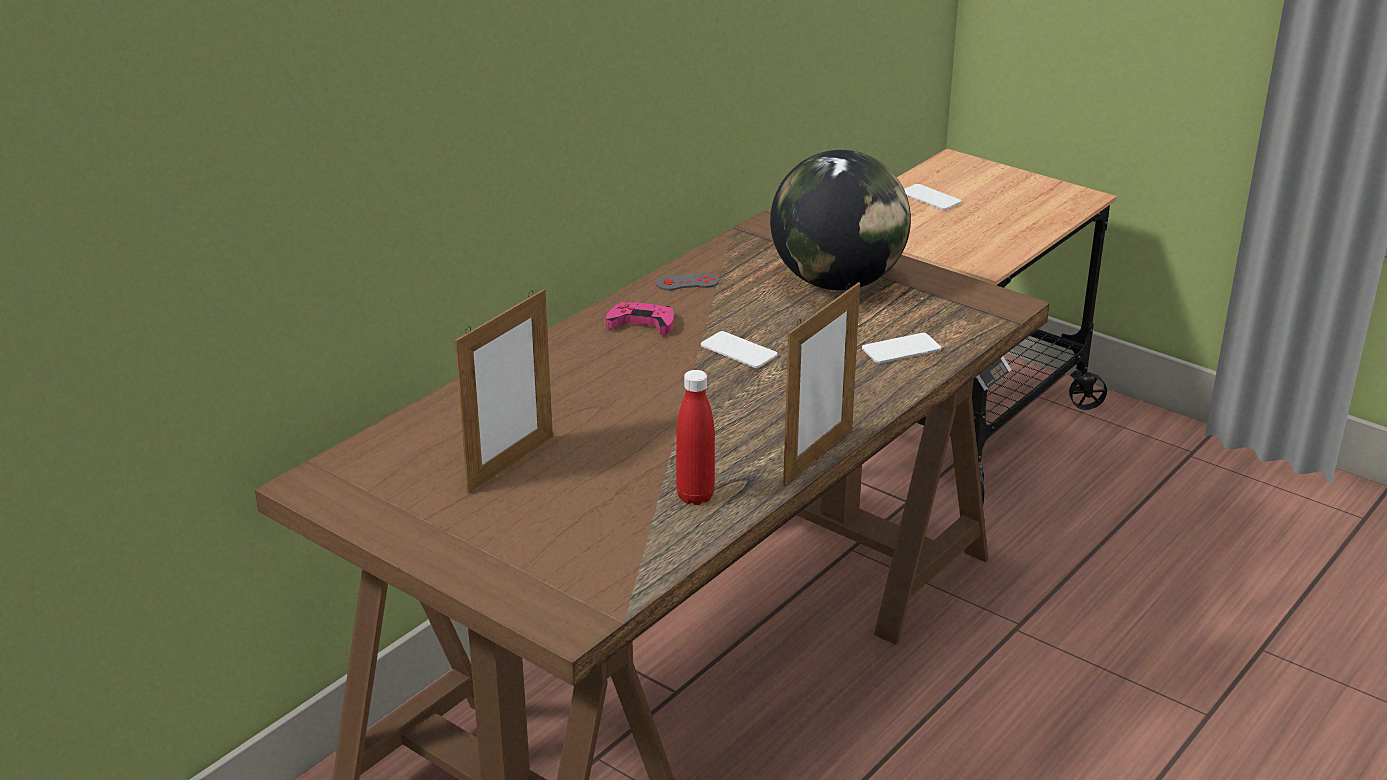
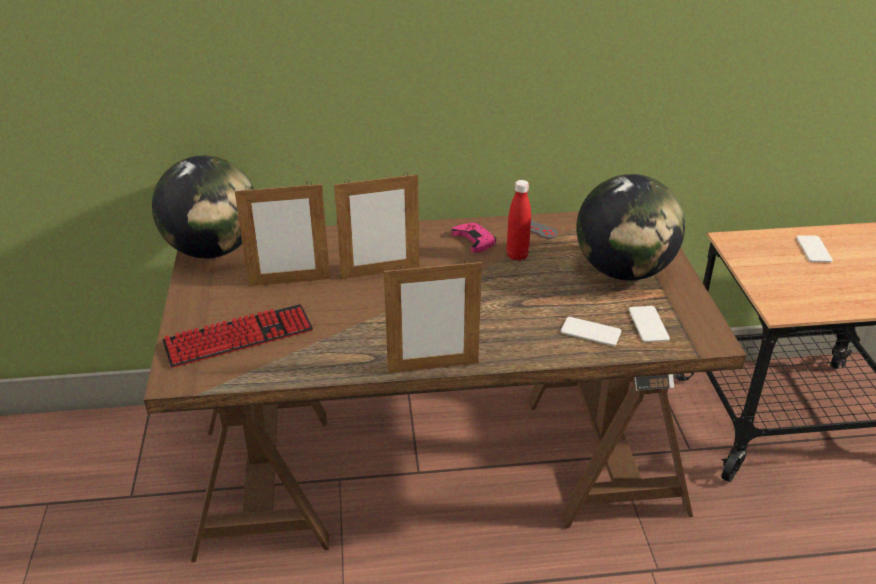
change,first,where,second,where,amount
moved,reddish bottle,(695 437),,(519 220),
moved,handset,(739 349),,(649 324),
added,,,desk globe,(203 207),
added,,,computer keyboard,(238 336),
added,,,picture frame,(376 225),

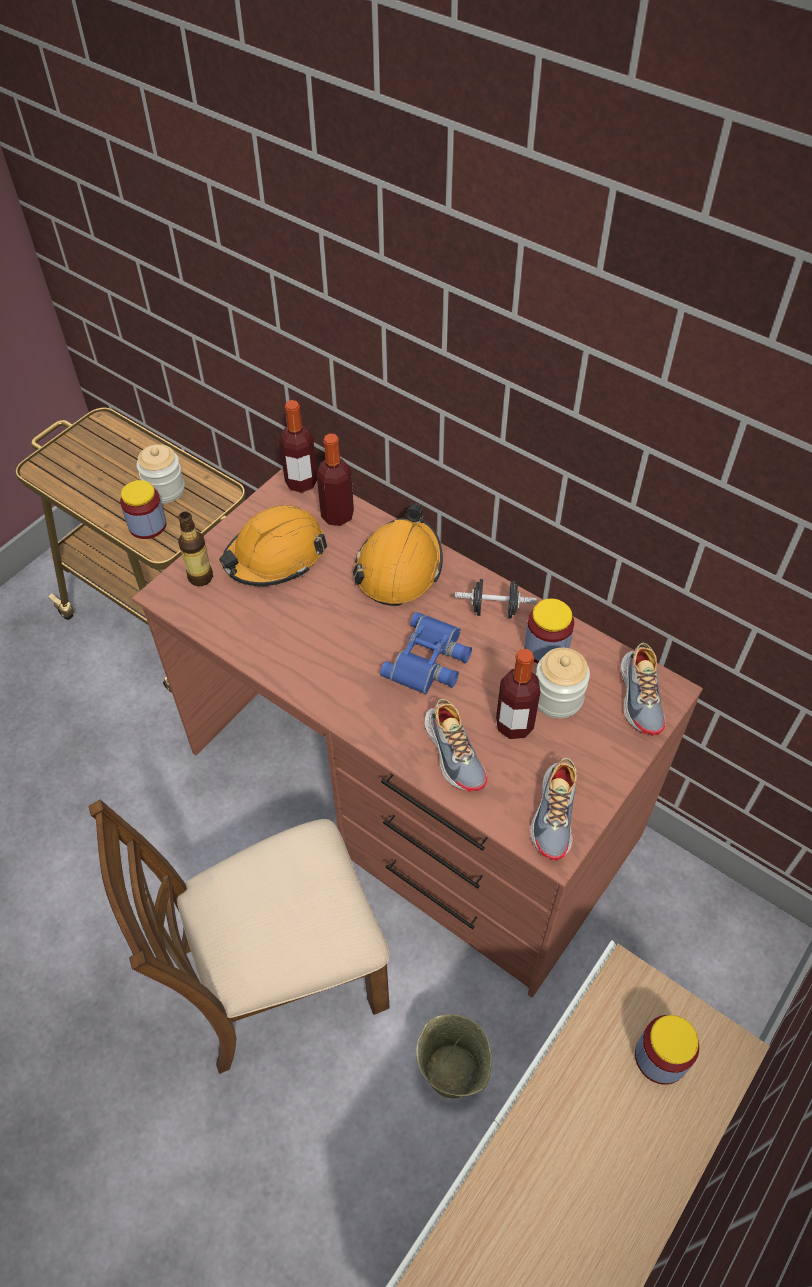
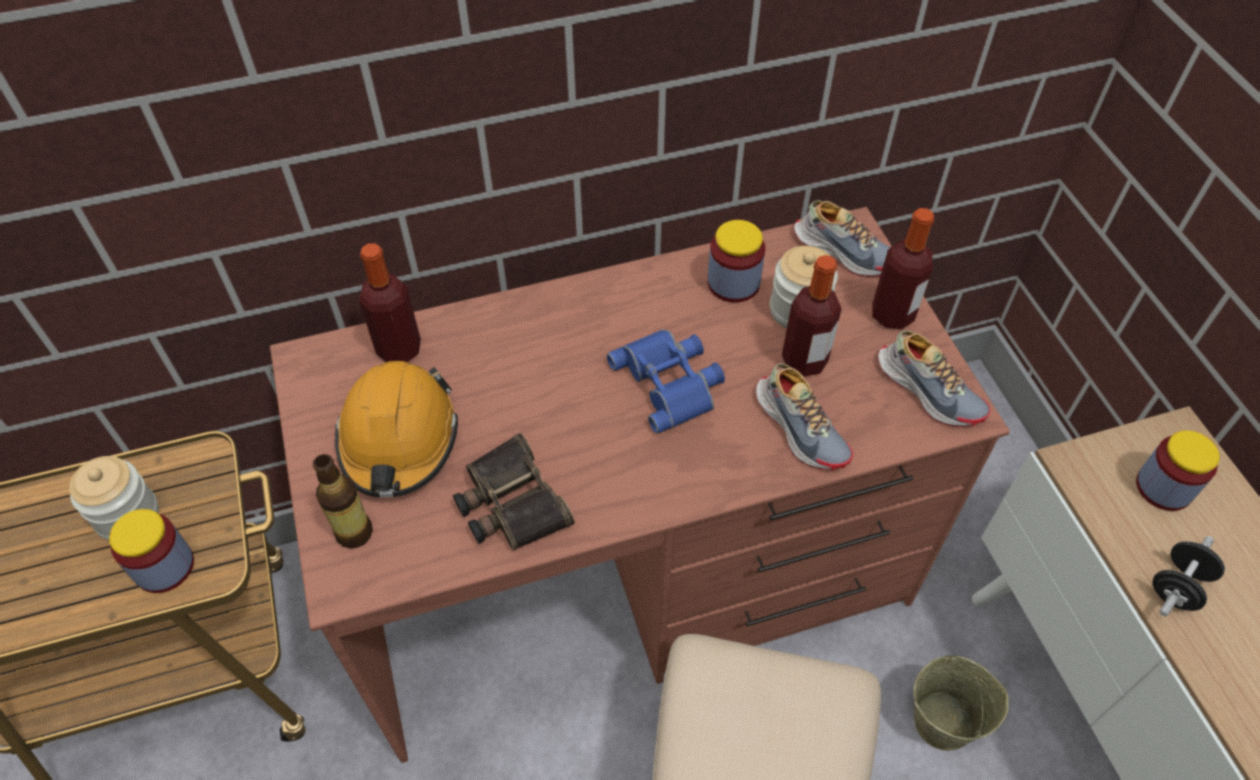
change,first,where,second,where,amount
moved,bottle,(298 446),,(903 269),
removed,orangey safety helmet,(398 554),,,
turned,shoe,(455 745),,(804 417),45 degrees clockwise
moved,black-coloured dumbbell,(496 598),,(1188 576),
added,,,field glasses,(514 492),

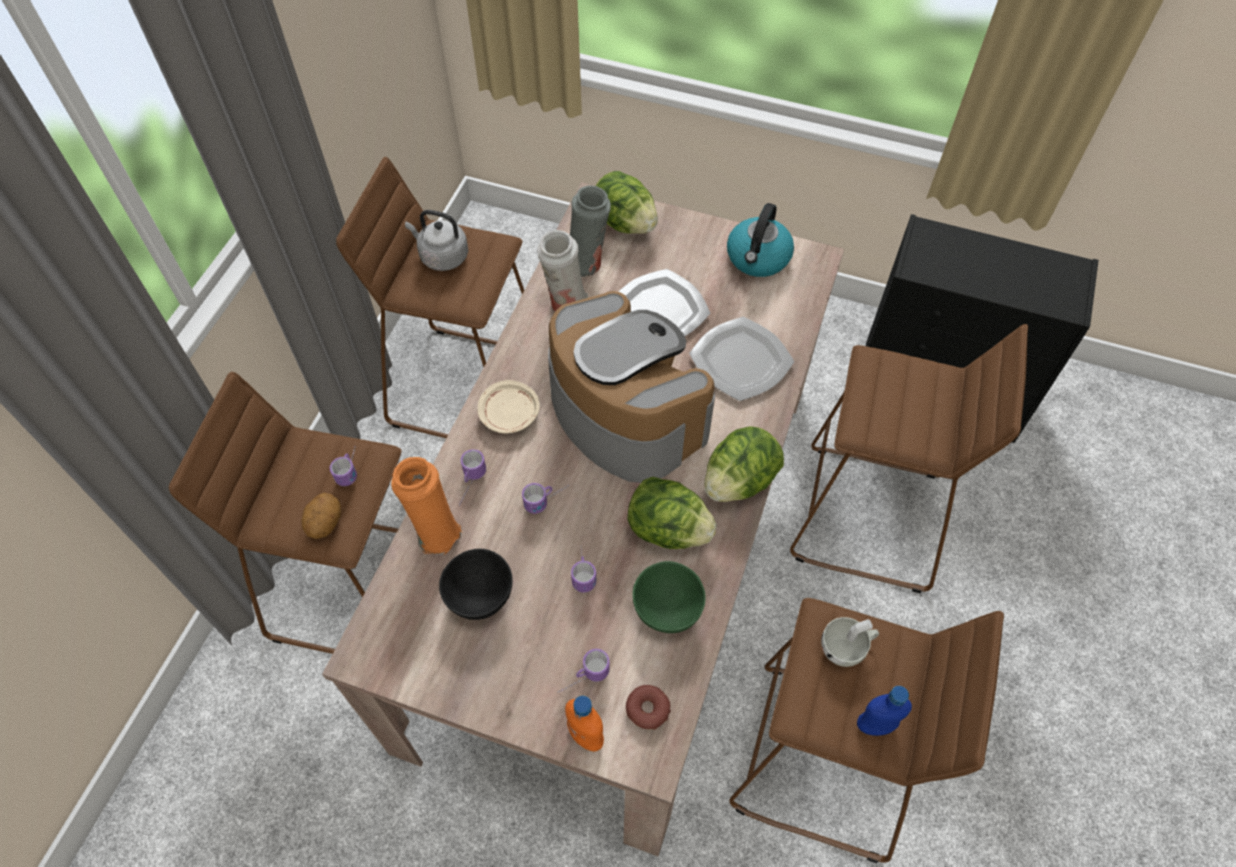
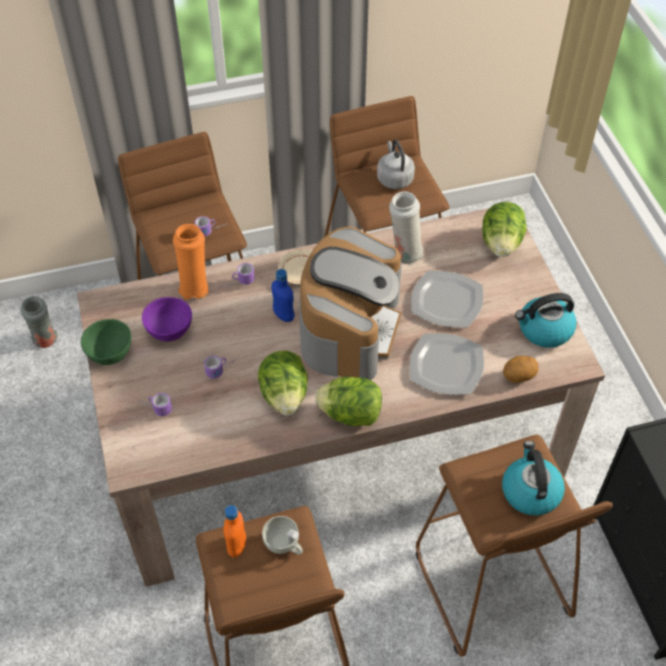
change,first,where,second,where,amount
moved,spud,(321 516),,(521 369),
recoloured,black-coloured serving bowl,(476 584),purplish serving bowl,(167 319),
removed,mug,(545 498),,,
moved,orangey bottle,(584 723),,(235 531),
moved,gray vase,(590 231),,(39 322),
removed,doughnut,(648 707),,,
moved,greenish serving bowl,(668 597),,(106 342),
moved,blue bottle,(884 711),,(283 295),
added,,,tea kettle,(533 478),

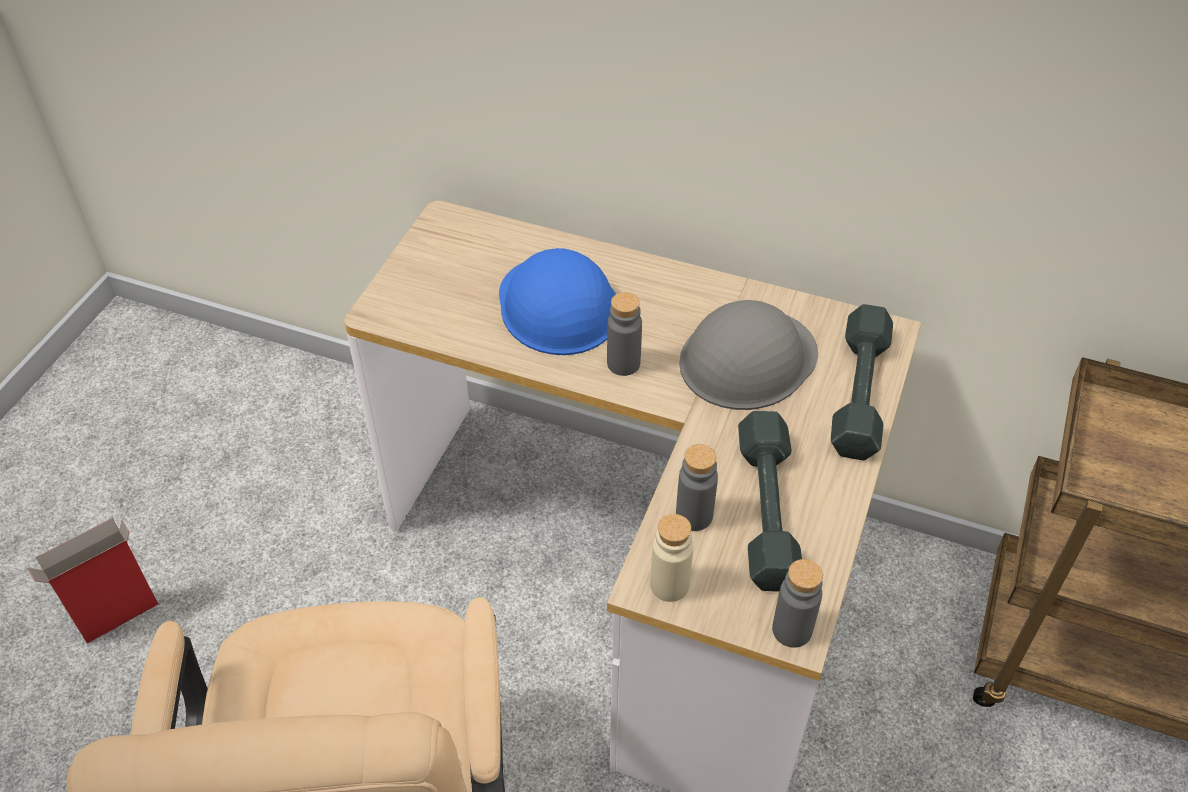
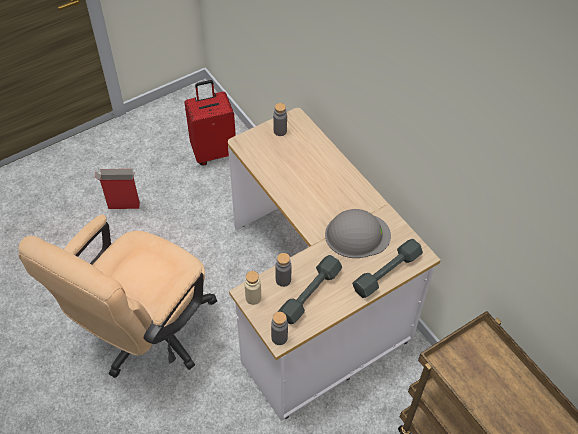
change,first,where,second,where,amount
removed,blue safety helmet,(557 301),,,
moved,gray bottle,(624 334),,(280 119),
added,,,reddish suitcase,(210 123),

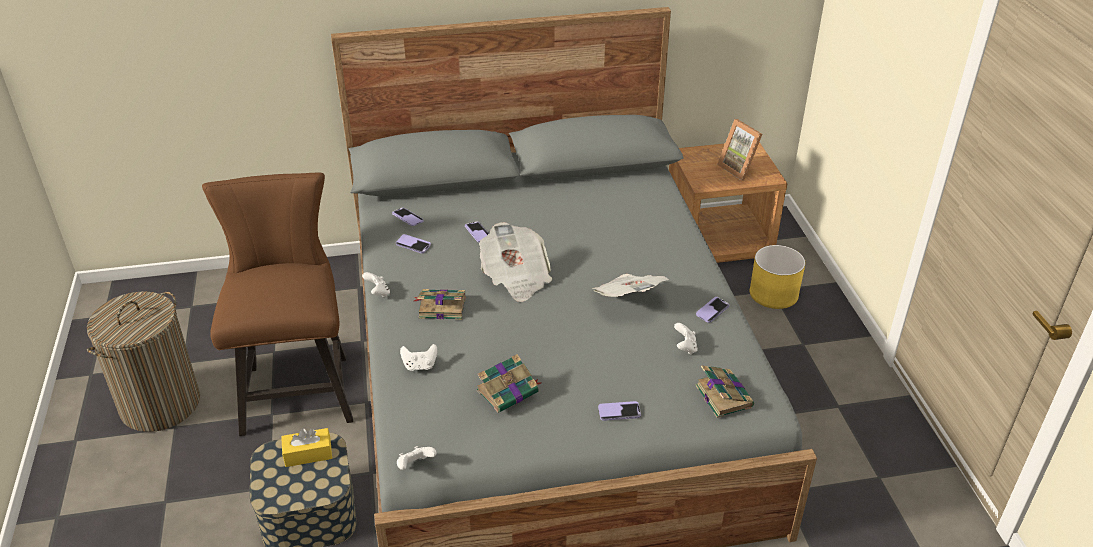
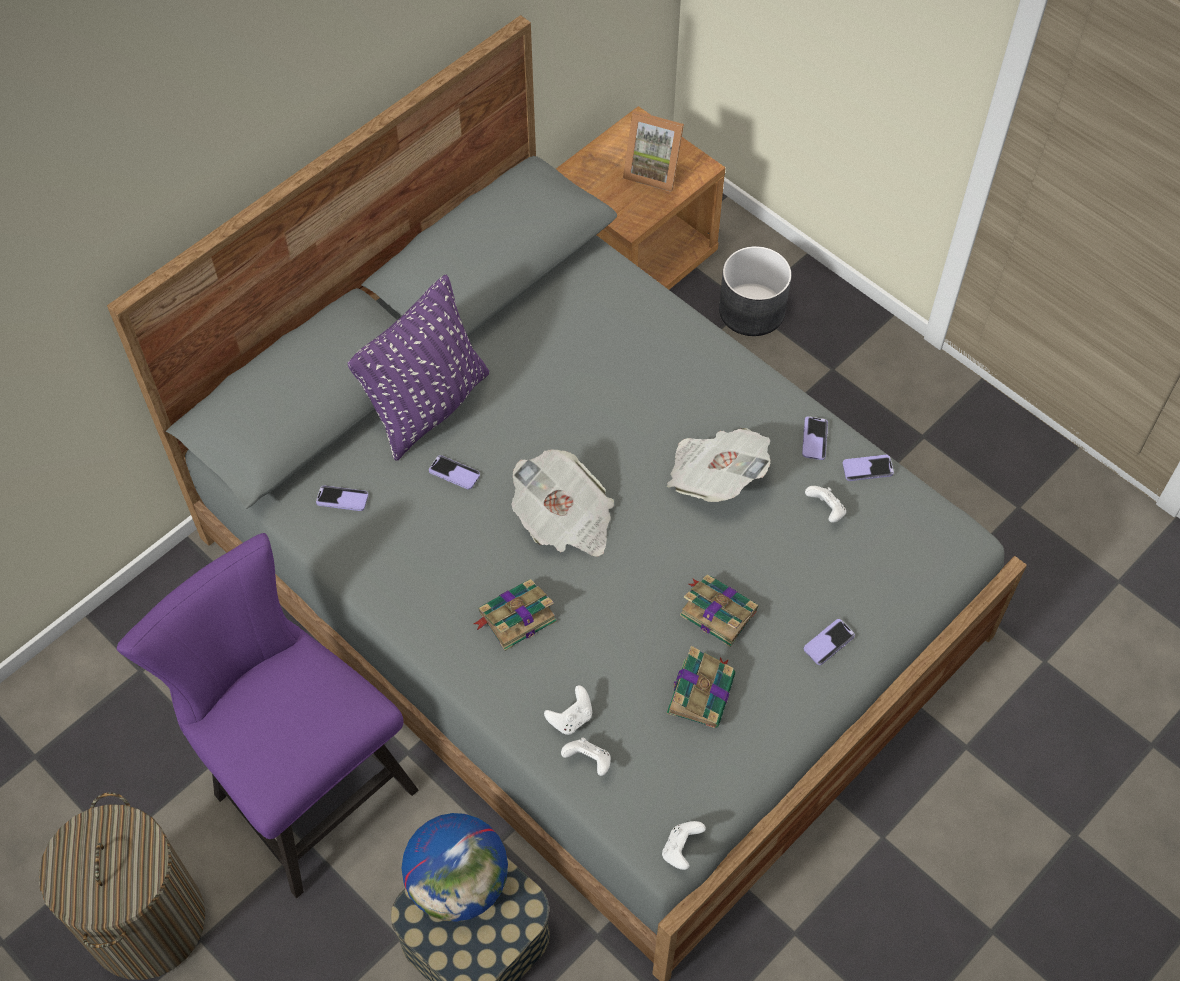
change,first,where,second,where,amount
recoloured,brownish upright chair,(277 304),purplish upright chair,(267 715),
replaced,yellow-coloured box of tissues,(306 447),desk globe,(455 867),
moved,white-coloured gamepad,(376 284),,(586 756),
moved,handset,(413 243),,(868 468),
moved,book,(724 391),,(719 610),
recoloured,yellow-coloured flower pot,(777 277),gray flower pot,(755 291),
added,,,purplish pillow,(418 368),

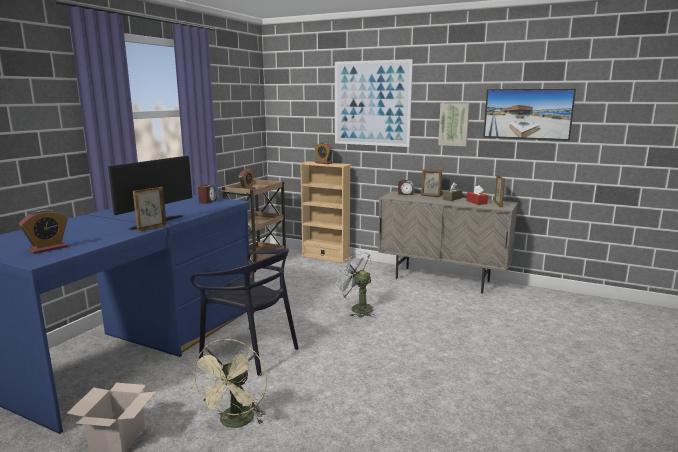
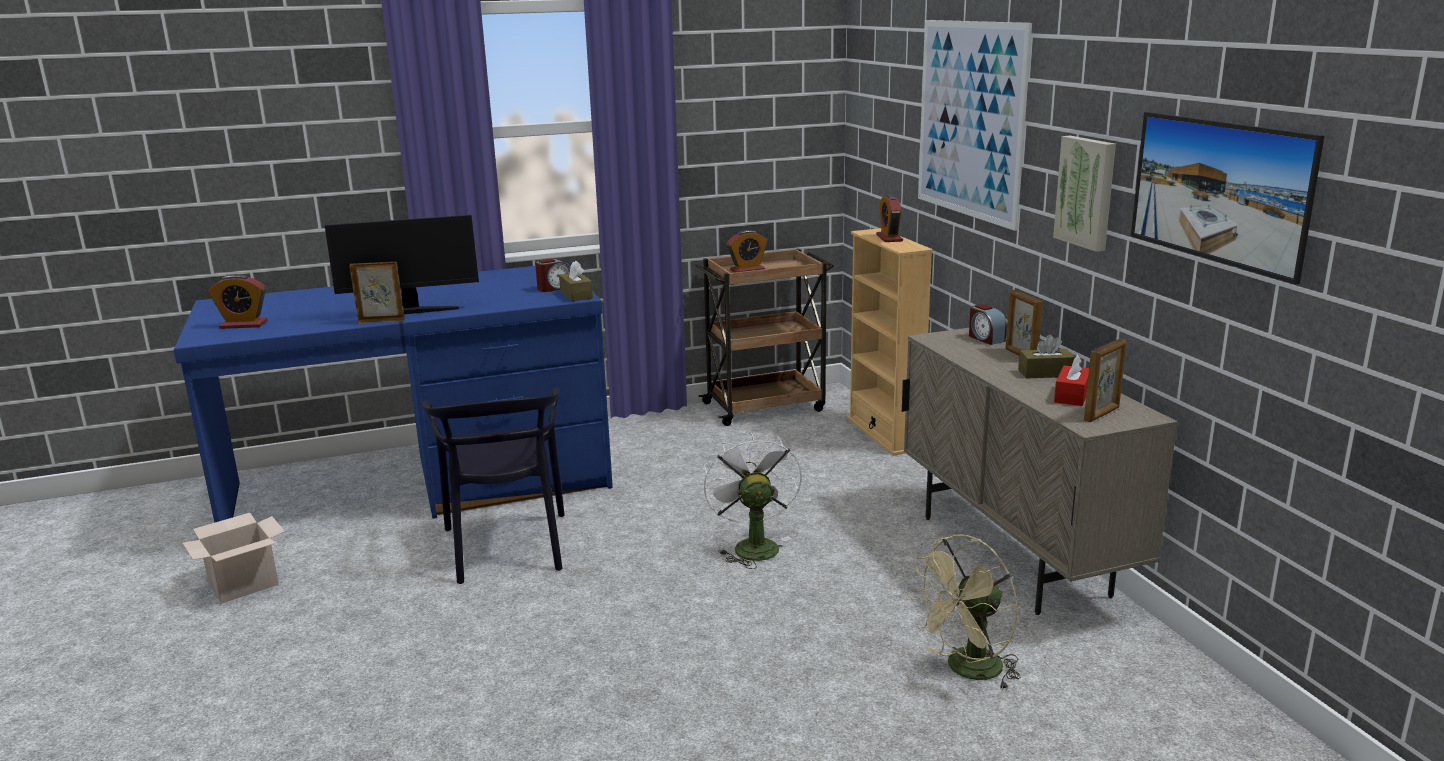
change,first,where,second,where,amount
moved,sand-coloured fan,(228 383),,(965 612),
added,,,brownish box of tissues,(576 280),

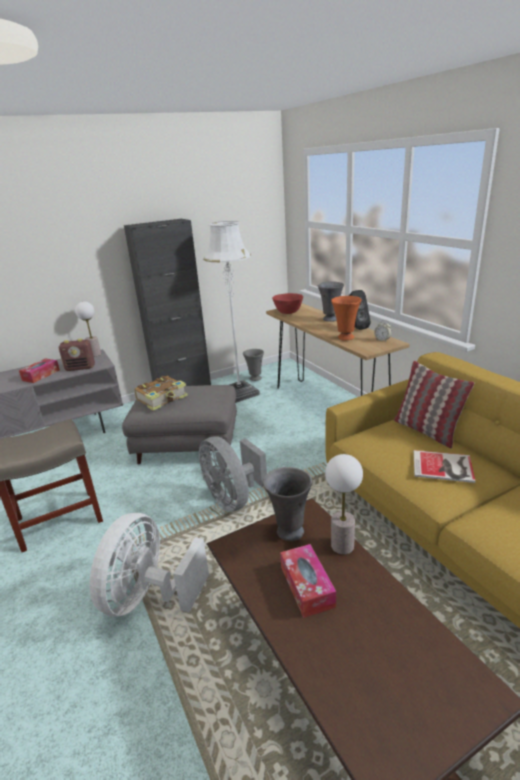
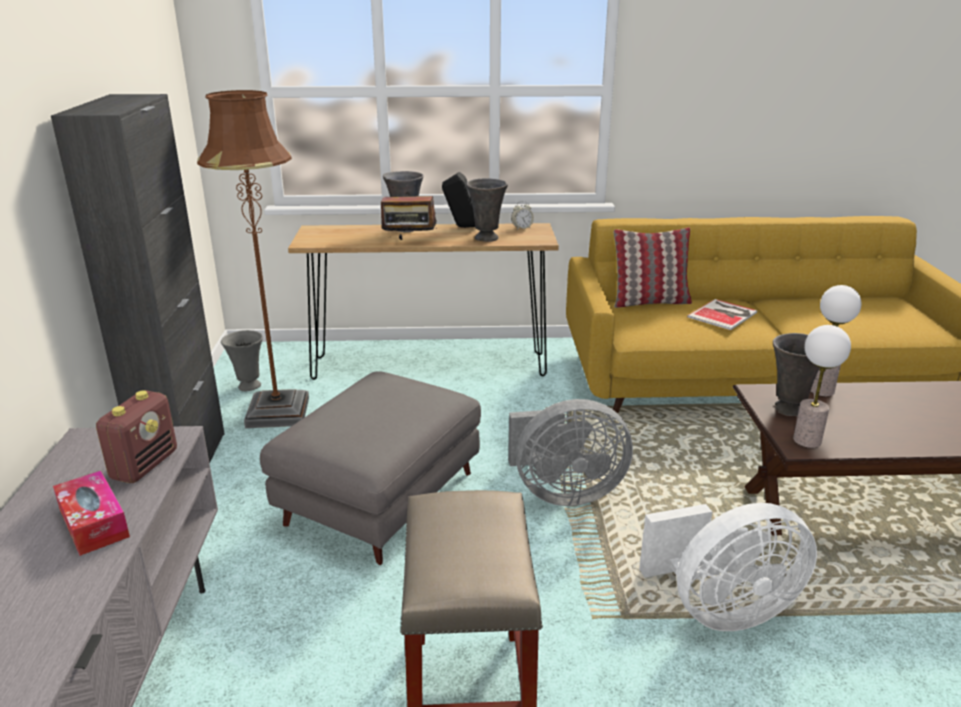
change,first,where,second,where,amount
moved,table lamp,(88 329),,(822 386),
turned,white-coloured fan,(149 565),,(728 567),60 degrees counterclockwise
removed,book,(161 393),,,
recoloured,white-coloured standing lamp,(231 312),brownish standing lamp,(253 259),
removed,reddish serving bowl,(287 303),,,
removed,box of tissues,(308 581),,,
recoloured,orangey vase,(346 318),gray vase,(487 210),
added,,,radio receiver,(409 213),

